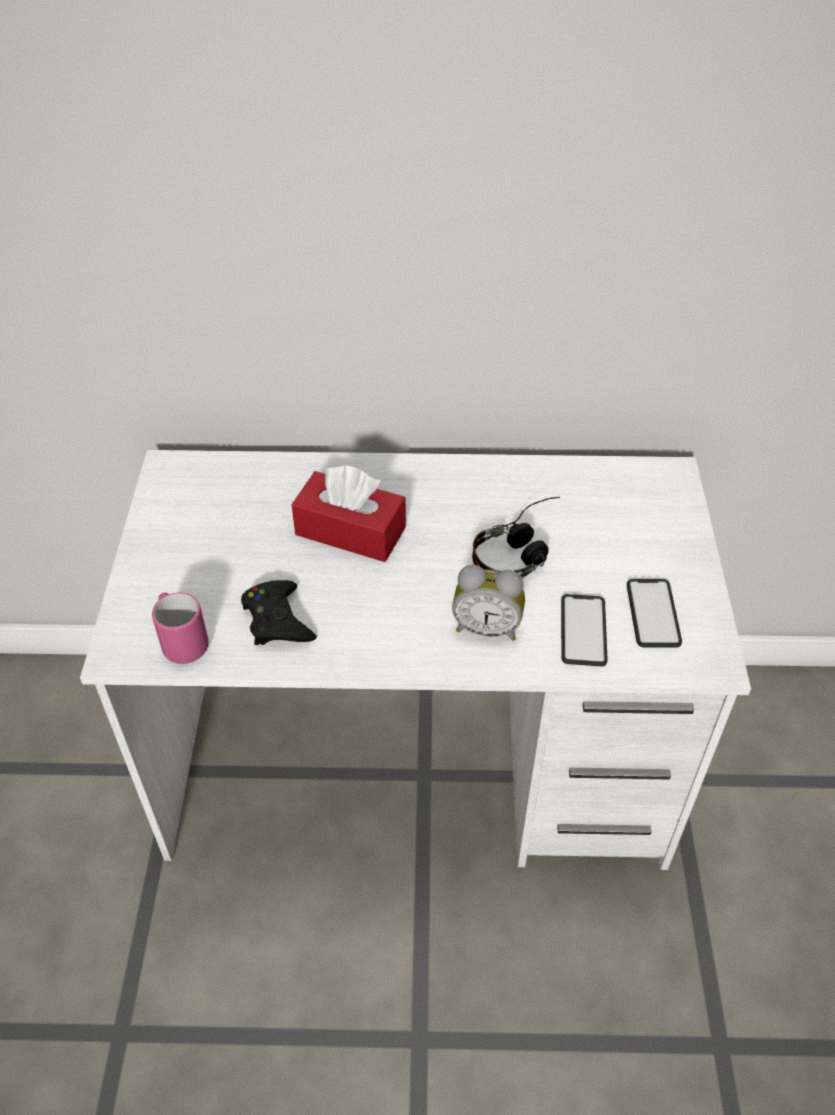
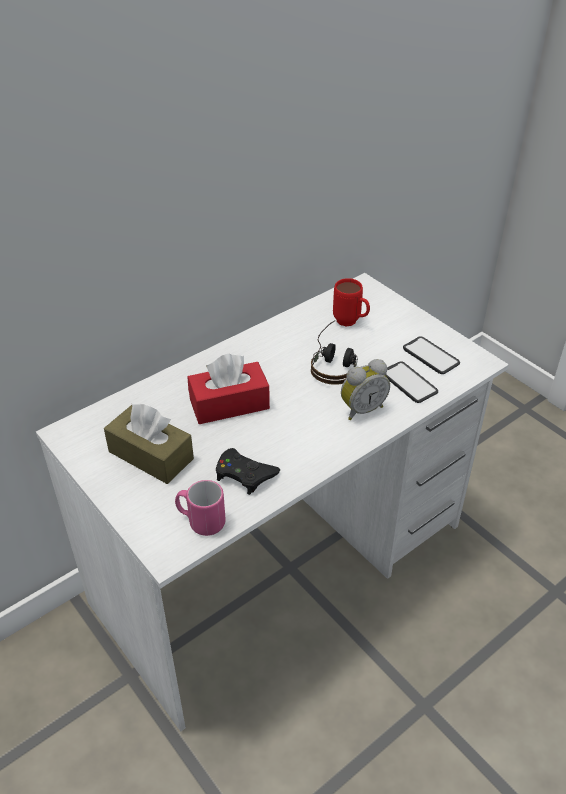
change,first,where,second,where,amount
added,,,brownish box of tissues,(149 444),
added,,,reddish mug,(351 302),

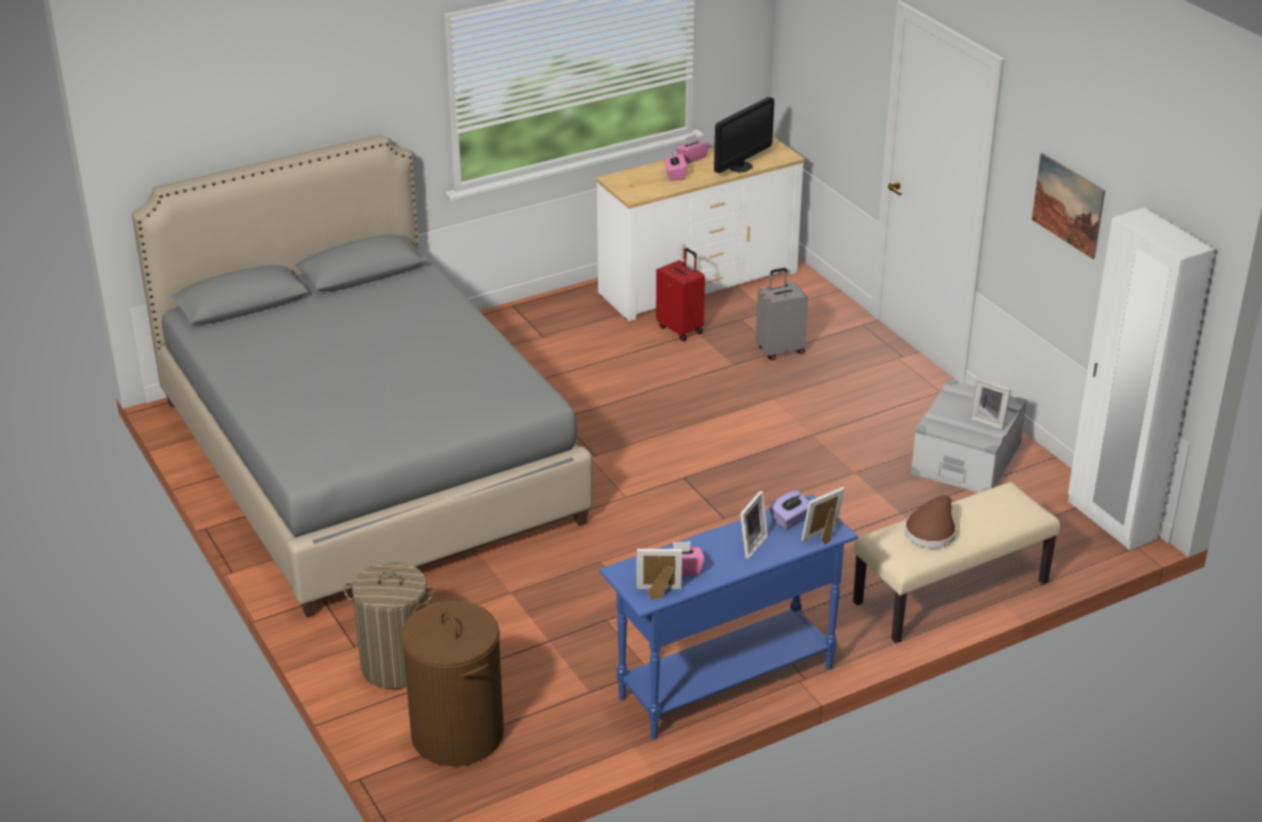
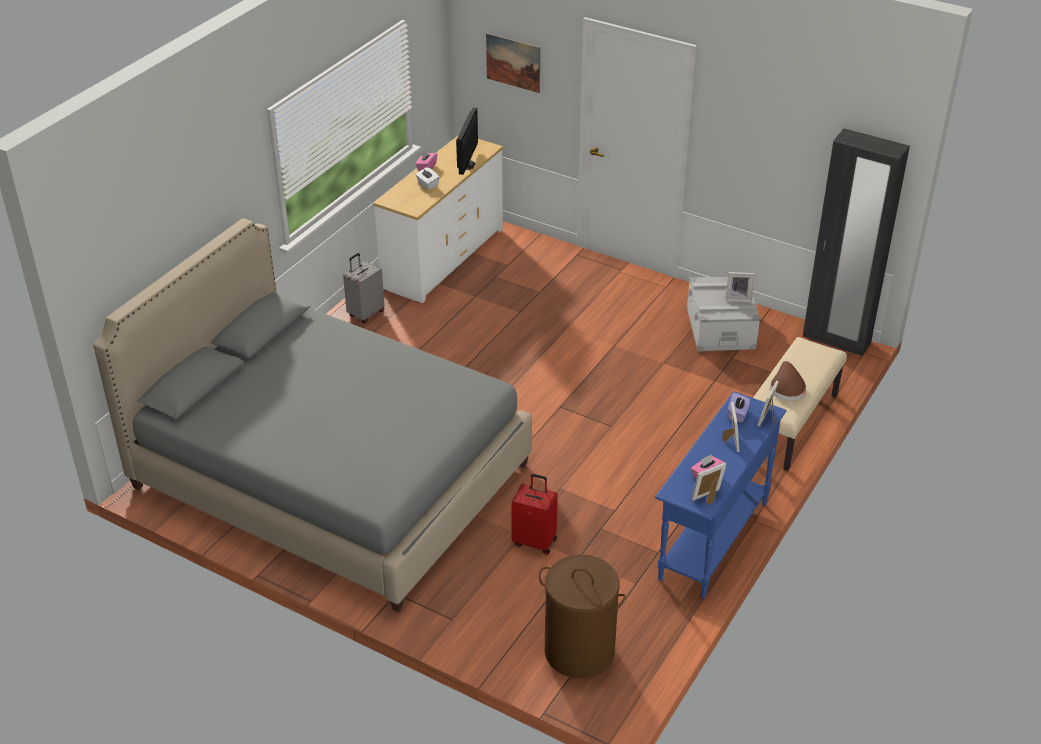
change,first,where,second,where,amount
removed,laundry basket,(389 625),,,
moved,reddish suitcase,(680 294),,(534 514),
recoloured,pinkish box of tissues,(675 167),white-coloured box of tissues,(427 178),
moved,gray suitcase,(782 314),,(363 288),
moved,wall art,(1068 206),,(513 63),
recoloured,white-coloured clothes cupboard,(1141 378),black-coloured clothes cupboard,(856 242),

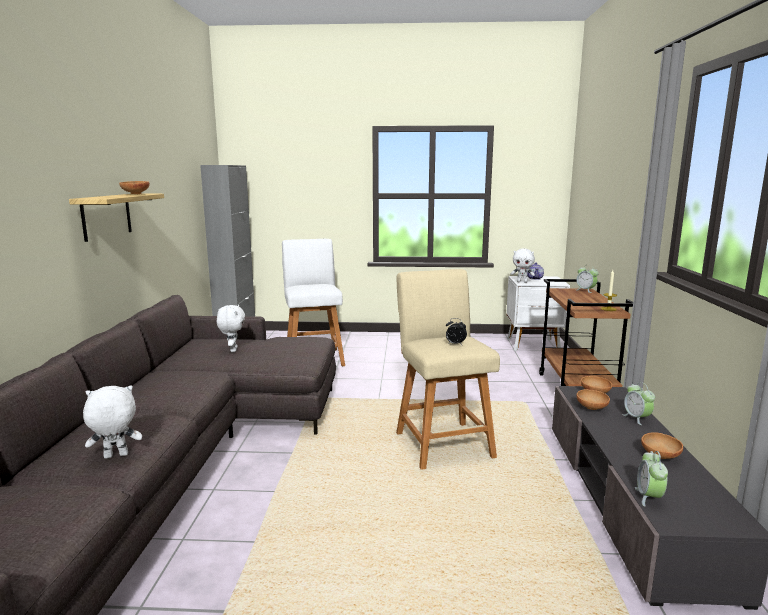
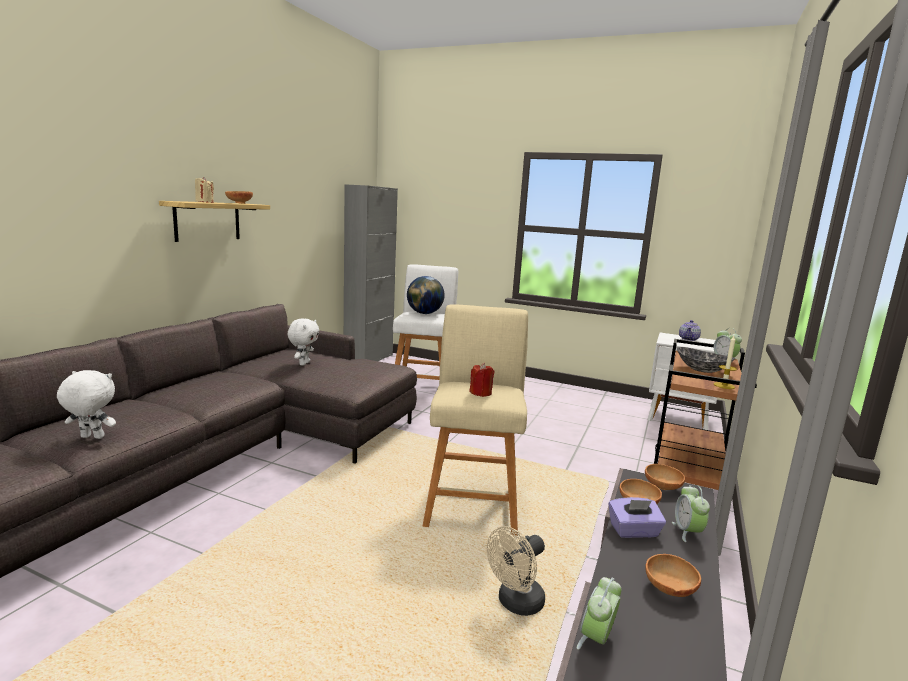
change,first,where,second,where,amount
replaced,table clock,(456 331),reddish wax light,(481 380),
removed,white-coloured plush toy,(523 265),,,
added,,,sand-coloured wax light,(204 190),
added,,,desk globe,(426 295),
added,,,sand-coloured fan,(516 571),
added,,,purplish box of tissues,(637 517),
added,,,serving bowl,(706 360),

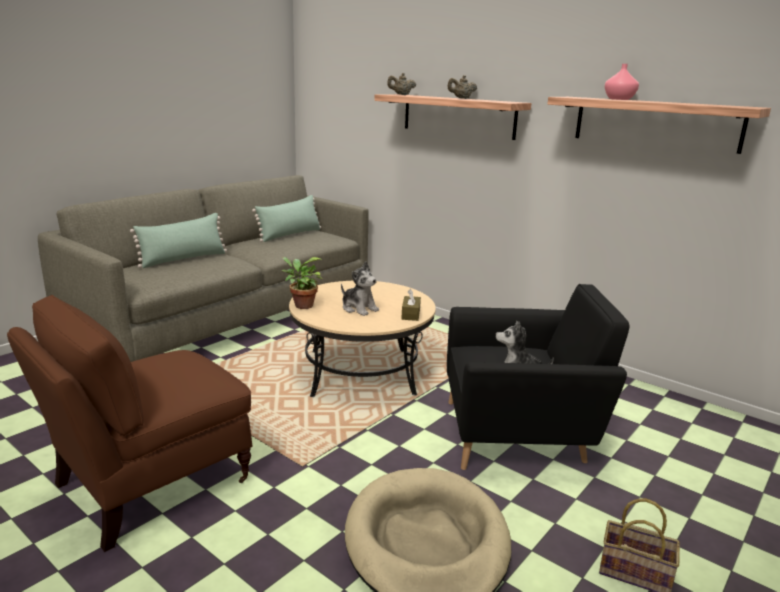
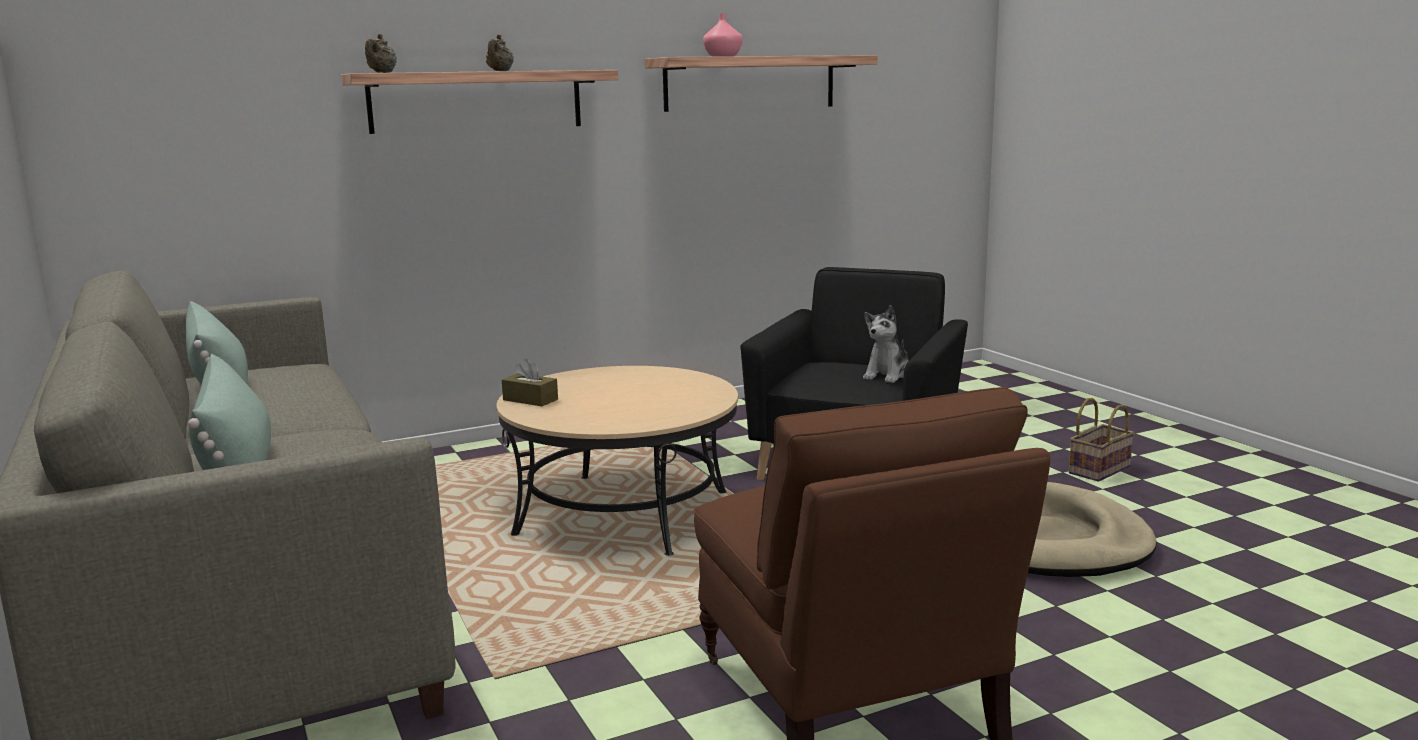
change,first,where,second,where,amount
removed,plant in a pot,(302 283),,,
removed,plush toy,(360 289),,,
moved,brownish box of tissues,(411 305),,(530 382),

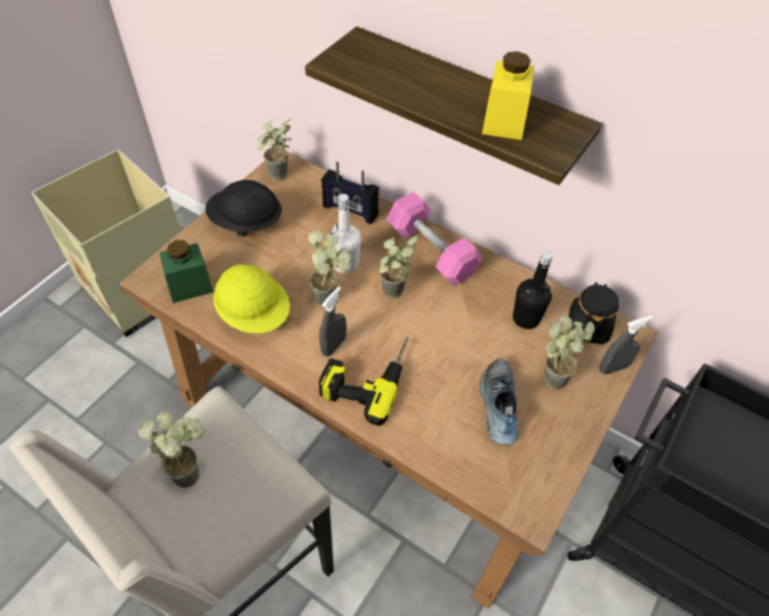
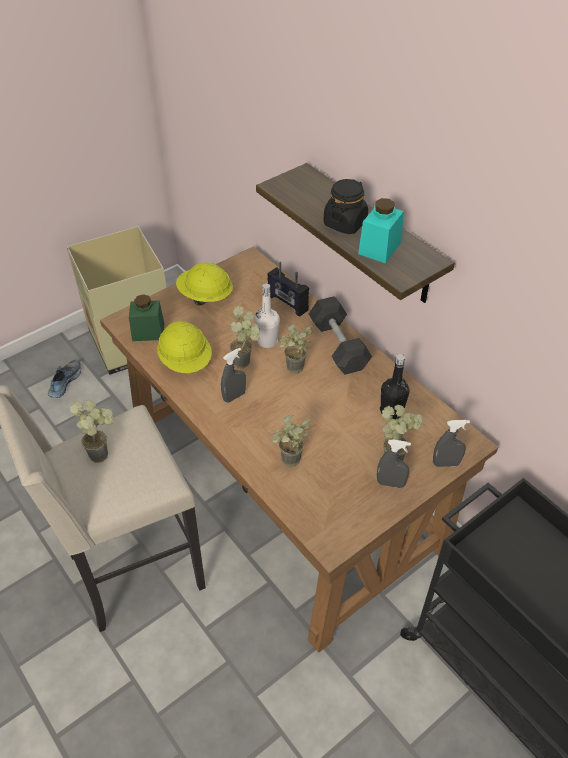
change,first,where,second,where,amount
recoloured,black-coloured safety helmet,(243 208),yellow-coloured safety helmet,(204 284),
moved,plant in a pot,(274 149),,(292 441),
removed,drill,(364 381),,,
recoloured,pinkish dumbbell,(434 238),gray dumbbell,(340 335),
moved,shoe,(498 401),,(64 379),
recoloured,yellow-coloured jar,(508 95),turquoise jar,(381 231),
moved,black-coloured jar,(593 313),,(345 206),
added,,,gray hand sprayer,(394 463),

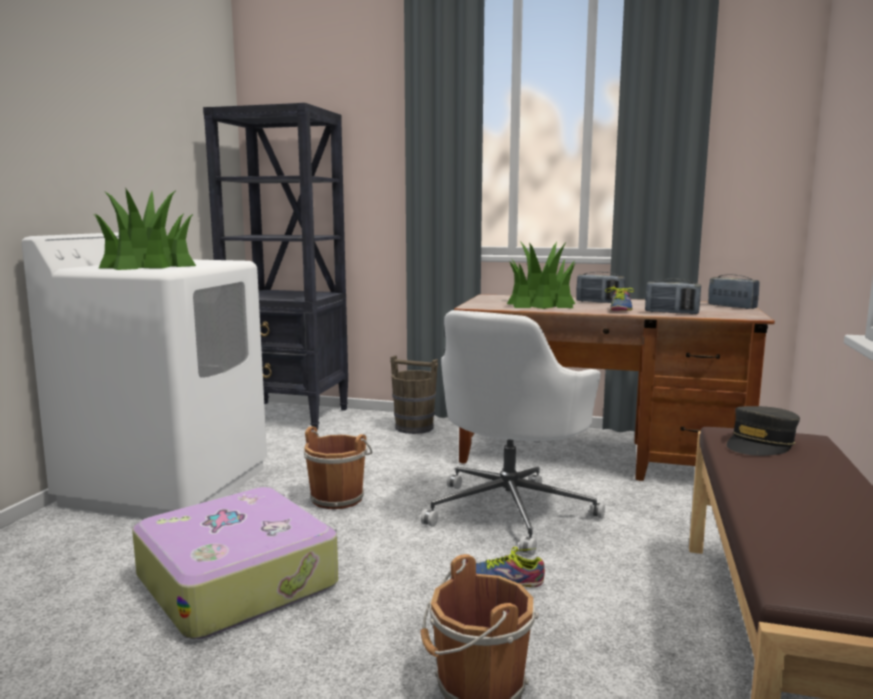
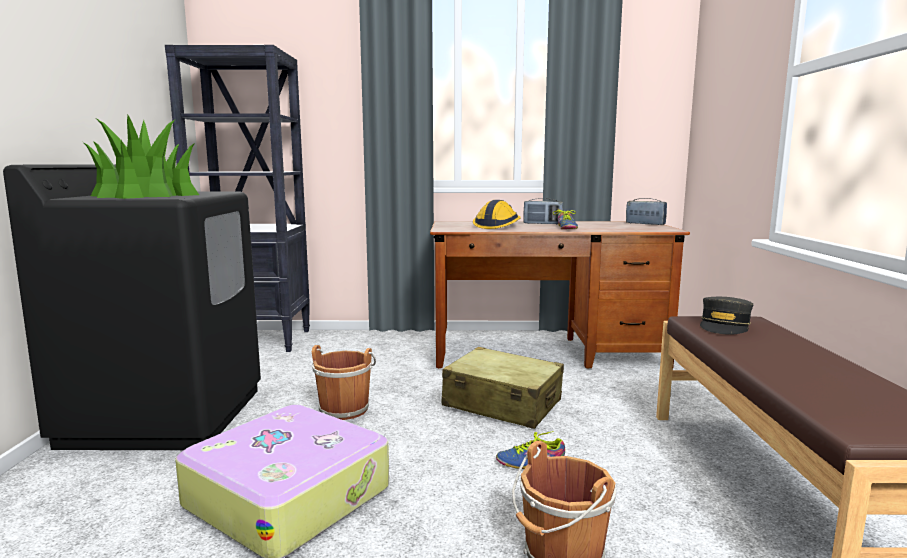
change,first,where,second,where,amount
recoloured,white-coloured washing machine,(144 375),black-coloured washing machine,(132 307),
removed,brownish pail,(414 394),,,
replaced,white-coloured desk chair,(513 433),sand-coloured suitcase,(503 388),
replaced,plant in a pot,(541 275),safety helmet,(496 214),
removed,radio receiver,(673 296),,,

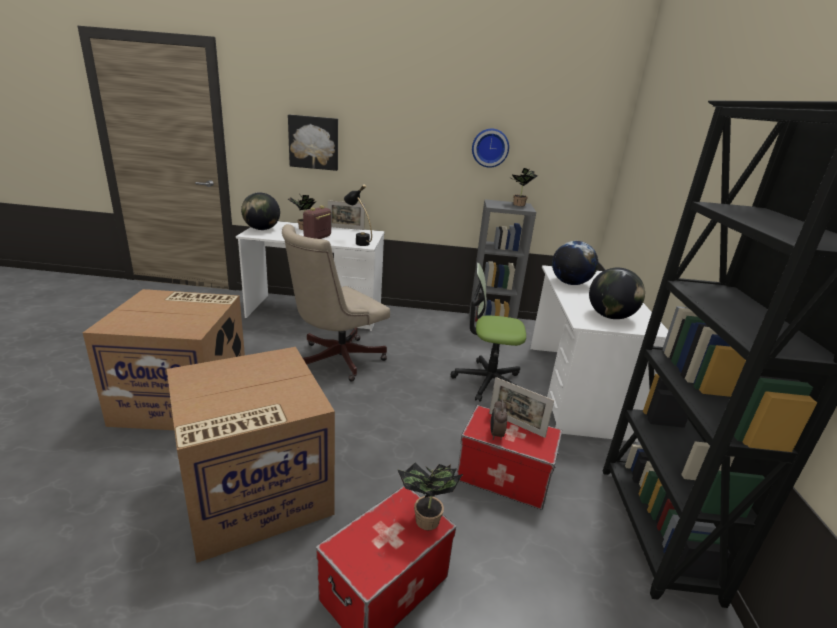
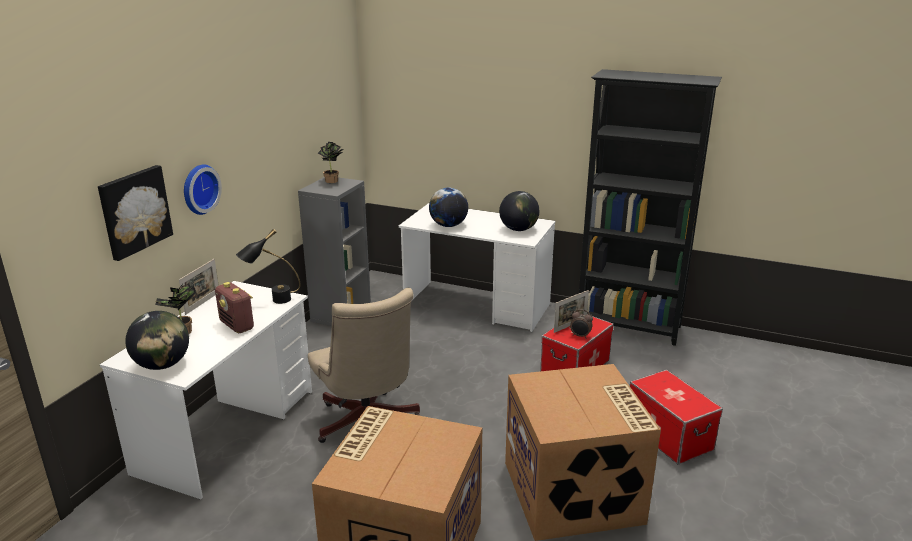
change,first,where,second,where,amount
removed,plant in a pot,(430 496),,,
removed,desk chair,(488 332),,,
moved,wall clock,(490 148),,(203 189),

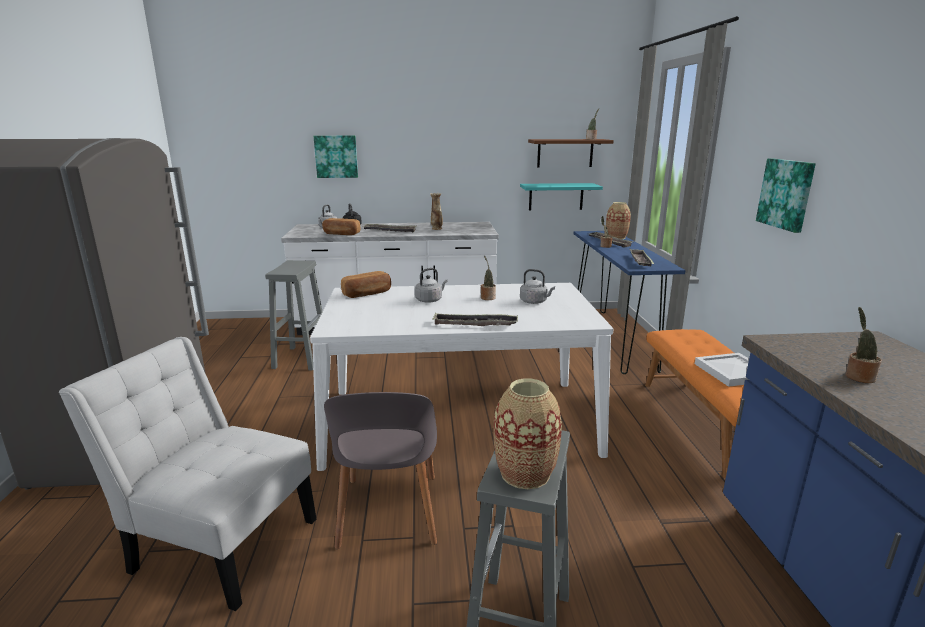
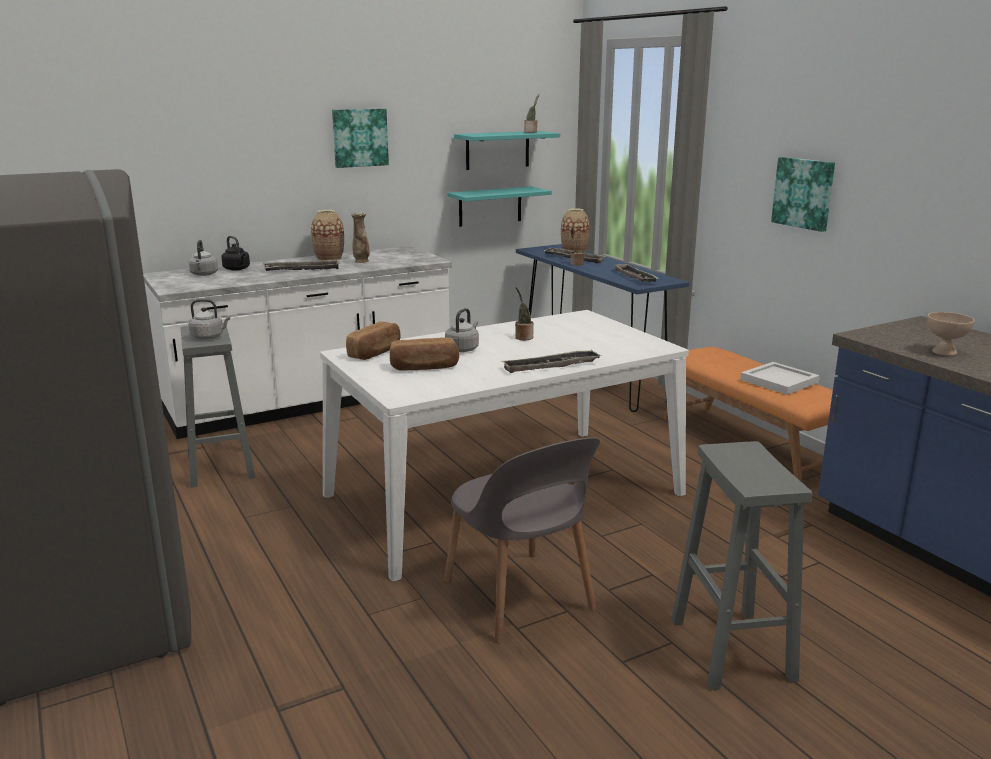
change,first,where,second,where,amount
removed,white-coloured upright chair,(187 474),,,
moved,wall art,(336 156),,(360 138),
moved,bakery bread,(341 226),,(424 354),
moved,vase,(527 434),,(327 235),
moved,gray tea kettle,(537 286),,(209 319),
recoloured,brownish bracket shelf,(571 153),turquoise bracket shelf,(507 150),
replaced,plant in a pot,(864 345),sand-coloured serving bowl,(951 334),

